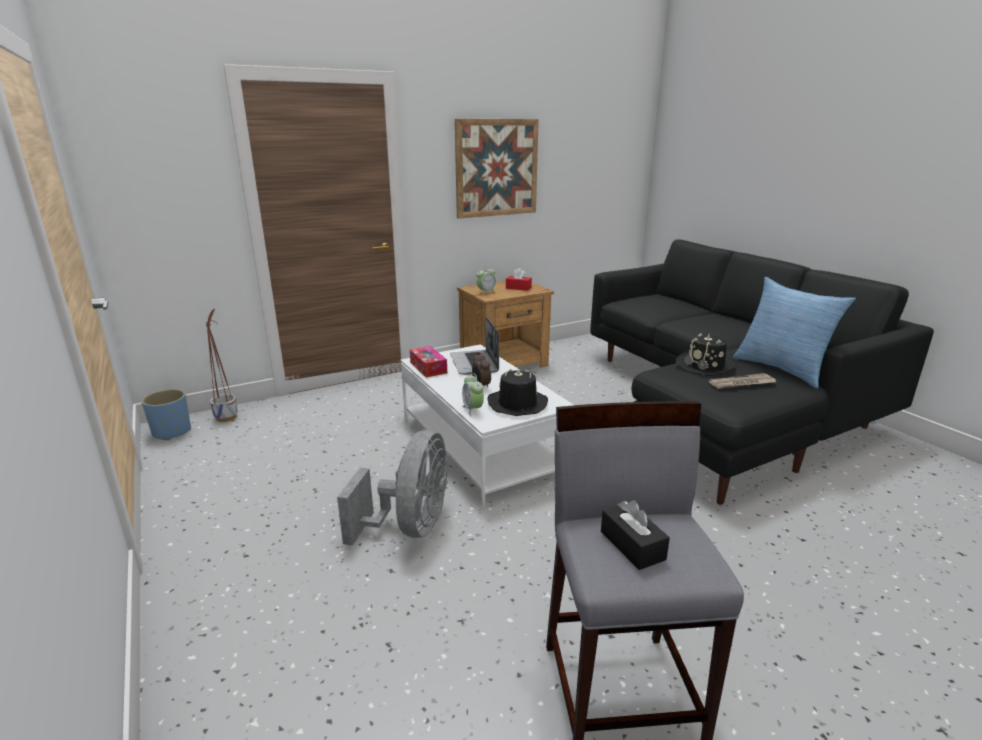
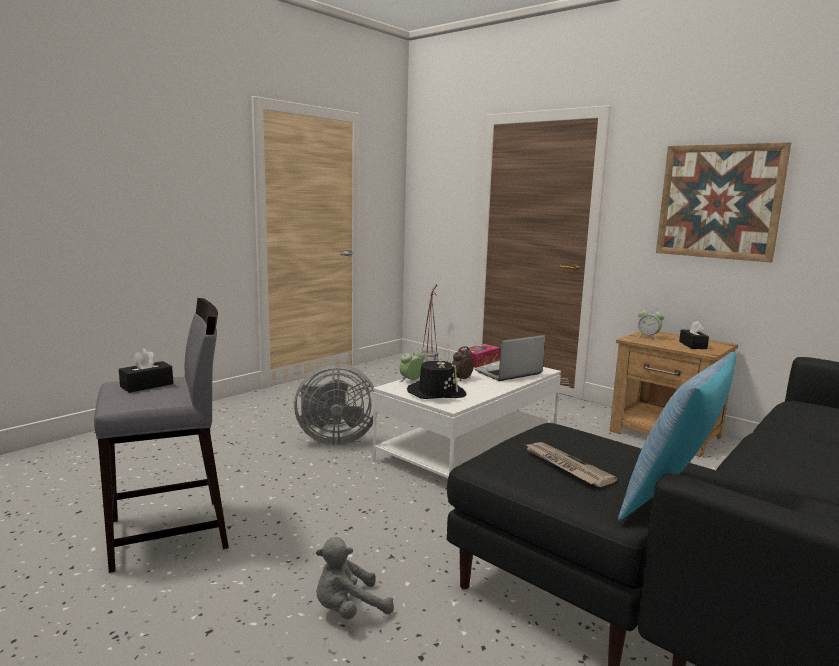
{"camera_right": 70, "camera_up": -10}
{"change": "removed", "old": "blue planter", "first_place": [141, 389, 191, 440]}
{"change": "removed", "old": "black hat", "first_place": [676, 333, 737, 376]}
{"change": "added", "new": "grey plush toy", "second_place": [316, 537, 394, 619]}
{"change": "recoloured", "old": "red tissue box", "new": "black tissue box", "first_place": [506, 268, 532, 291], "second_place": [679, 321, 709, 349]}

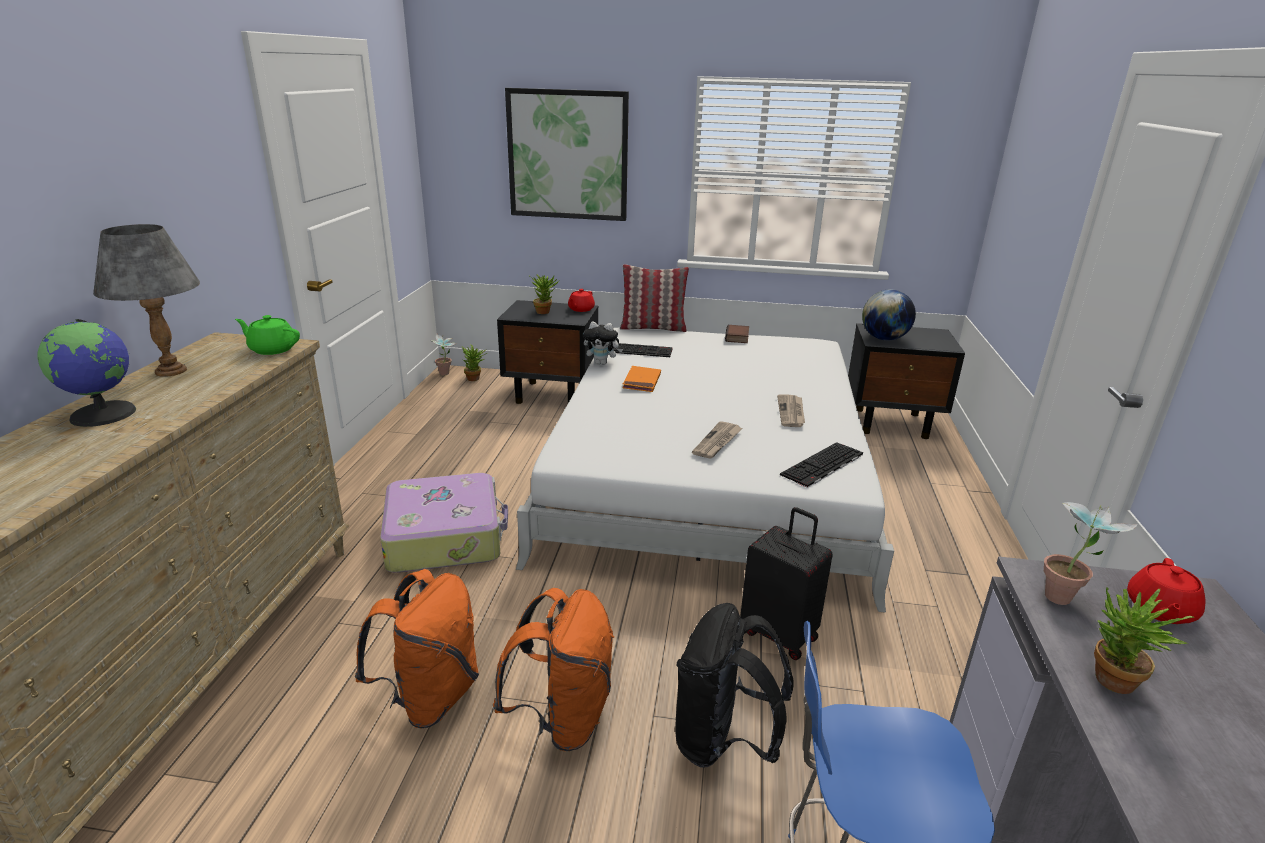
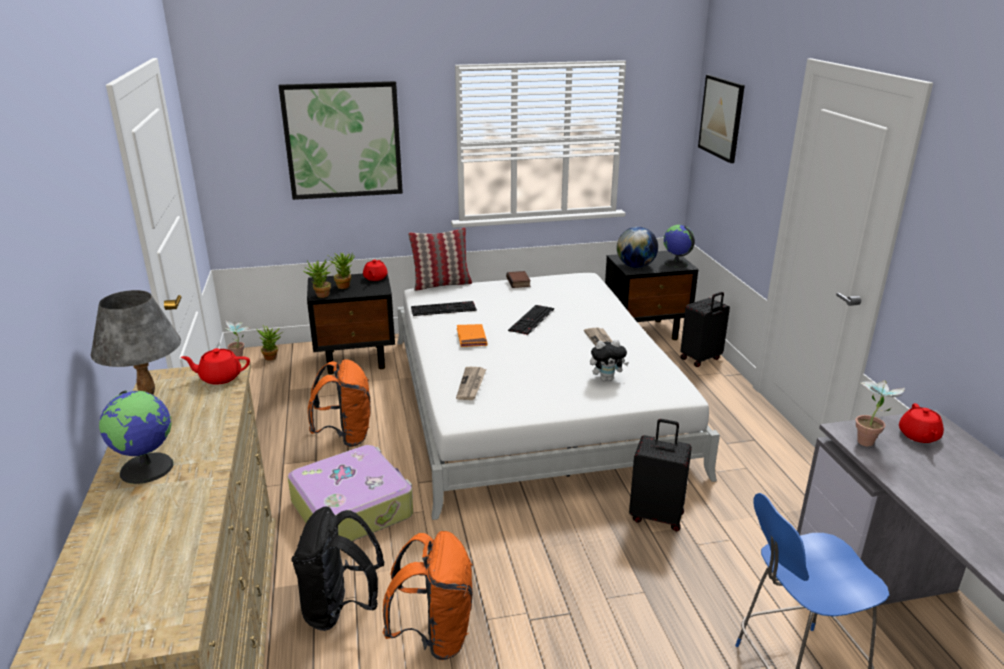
{"camera_right": -20, "camera_up": 0}
{"change": "added", "new": "globe", "second_place": [663, 225, 695, 268]}
{"change": "added", "new": "black suitcase", "second_place": [680, 292, 730, 367]}
{"change": "added", "new": "picture", "second_place": [698, 75, 745, 163]}
{"change": "moved", "old": "orange backpack", "first_place": [493, 588, 614, 751], "second_place": [308, 359, 370, 447]}
{"change": "moved", "old": "plush toy", "first_place": [583, 321, 623, 365], "second_place": [590, 339, 629, 381]}
{"change": "moved", "old": "black backpack", "first_place": [675, 603, 794, 768], "second_place": [292, 506, 385, 631]}
{"change": "moved", "old": "newspaper", "first_place": [692, 421, 742, 459], "second_place": [456, 367, 486, 400]}
{"change": "moved", "old": "keyboard", "first_place": [780, 442, 863, 488], "second_place": [508, 305, 554, 335]}
{"change": "moved", "old": "potted plant", "first_place": [1094, 587, 1194, 694], "second_place": [304, 259, 332, 298]}
{"change": "recoloured", "old": "green teapot", "new": "red teapot", "first_place": [235, 315, 300, 355], "second_place": [181, 348, 250, 385]}

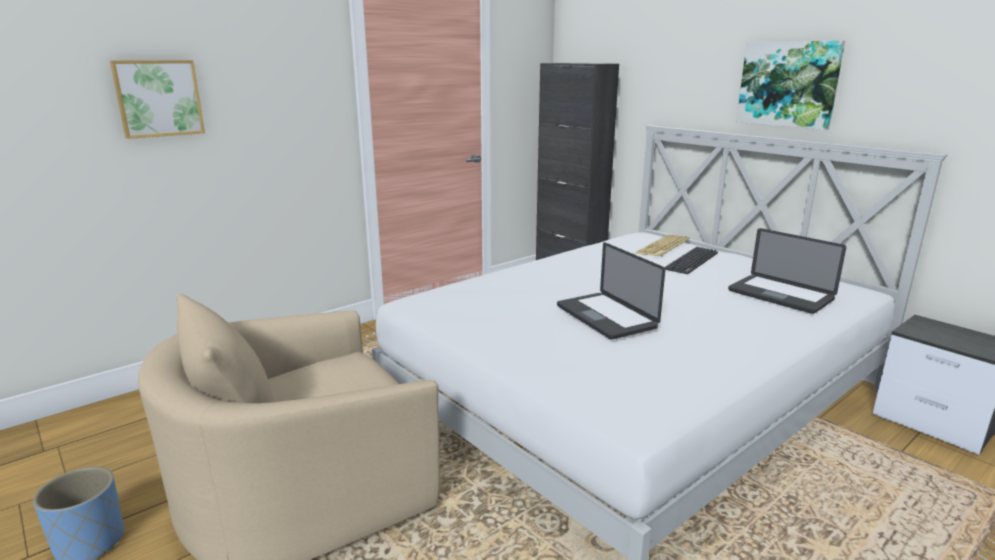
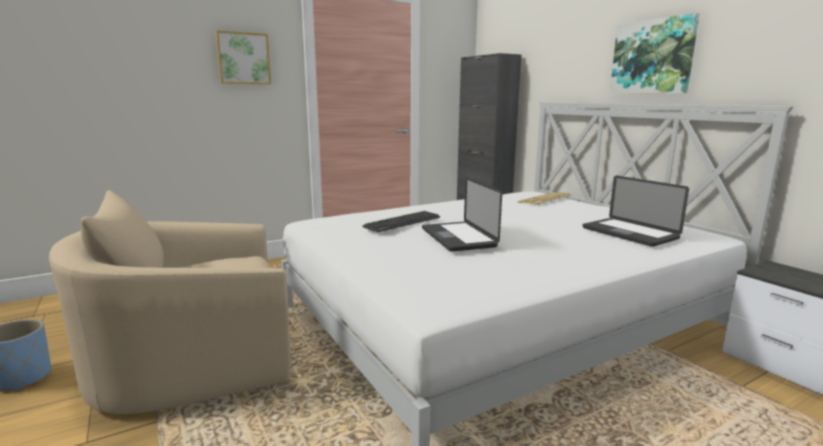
{"camera_right": 10, "camera_up": -5}
{"change": "moved", "old": "picture", "first_place": [110, 60, 205, 139], "second_place": [215, 30, 271, 84]}
{"change": "moved", "old": "keyboard", "first_place": [664, 247, 718, 274], "second_place": [362, 211, 440, 232]}

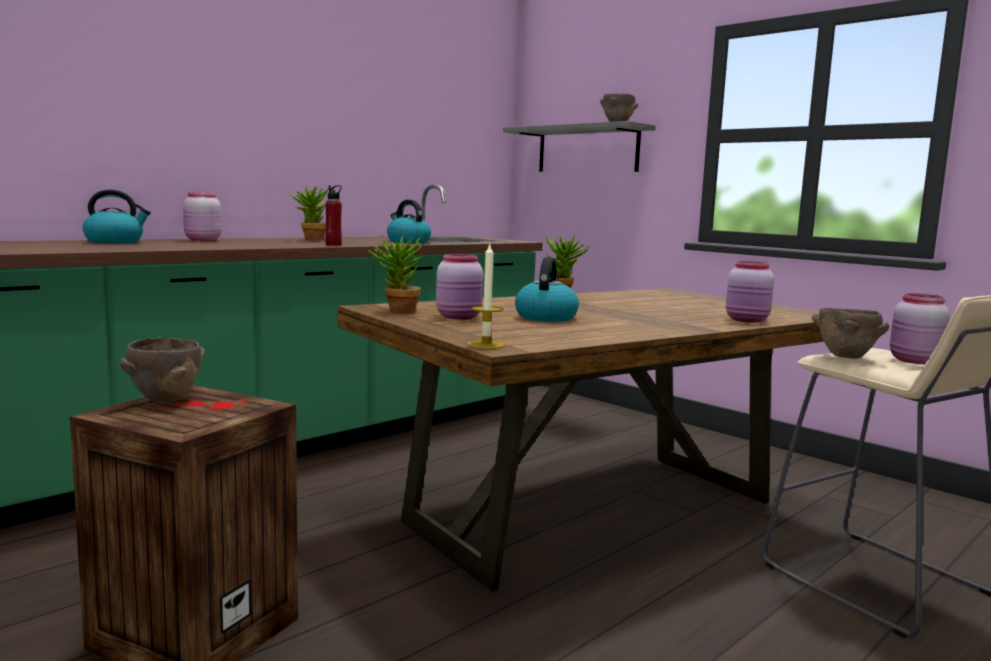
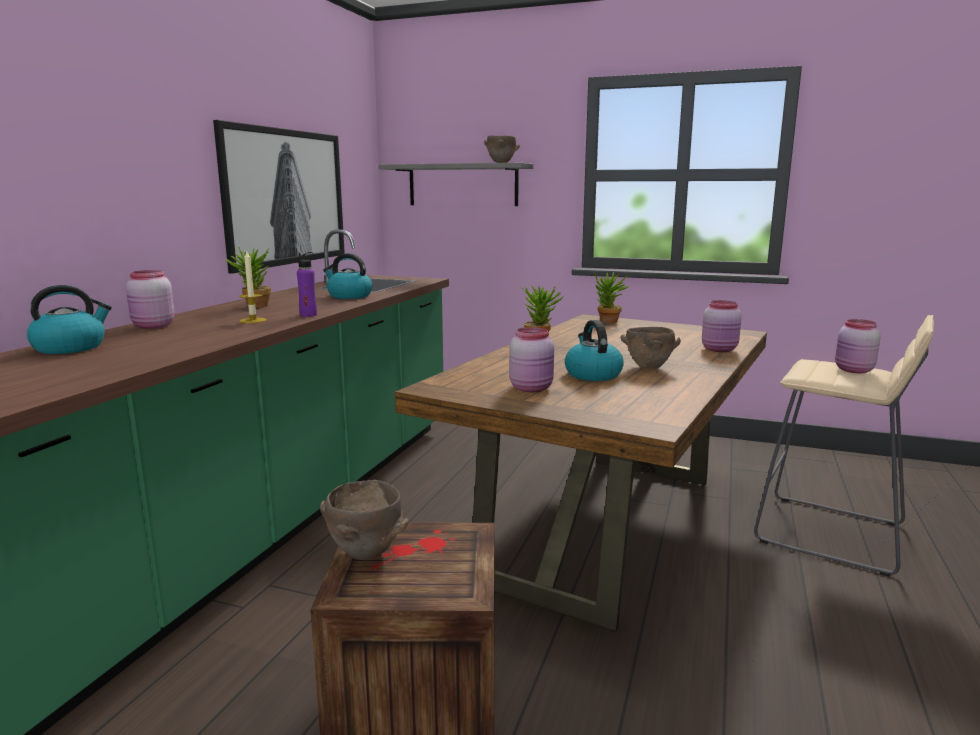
{"camera_right": -25, "camera_up": 5}
{"change": "added", "new": "picture", "second_place": [213, 120, 345, 274]}
{"change": "moved", "old": "potted plant", "first_place": [368, 235, 428, 313], "second_place": [595, 272, 629, 324]}
{"change": "moved", "old": "candle", "first_place": [467, 243, 505, 349], "second_place": [239, 251, 267, 323]}
{"change": "moved", "old": "brown bowl", "first_place": [812, 308, 889, 359], "second_place": [621, 327, 681, 369]}
{"change": "recoloured", "old": "red bottle", "new": "purple bottle", "first_place": [325, 185, 342, 246], "second_place": [297, 252, 317, 317]}

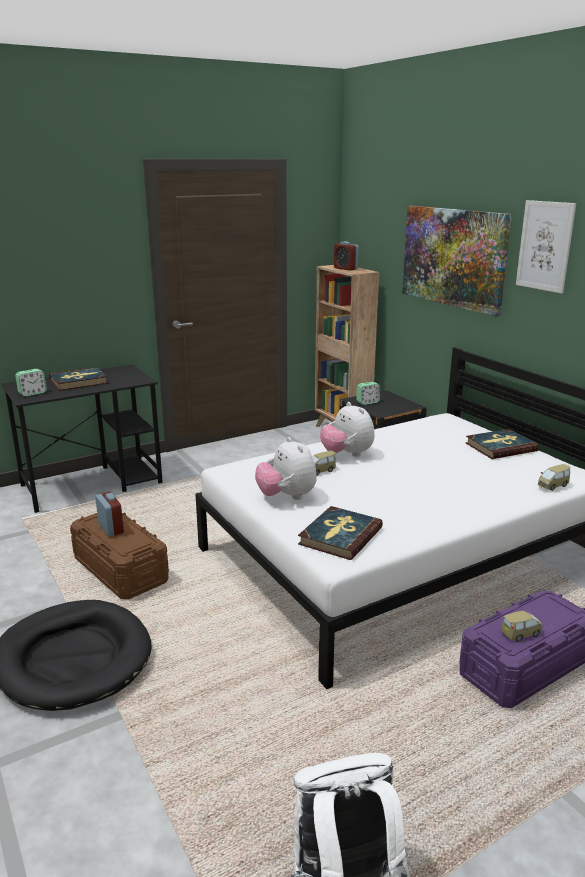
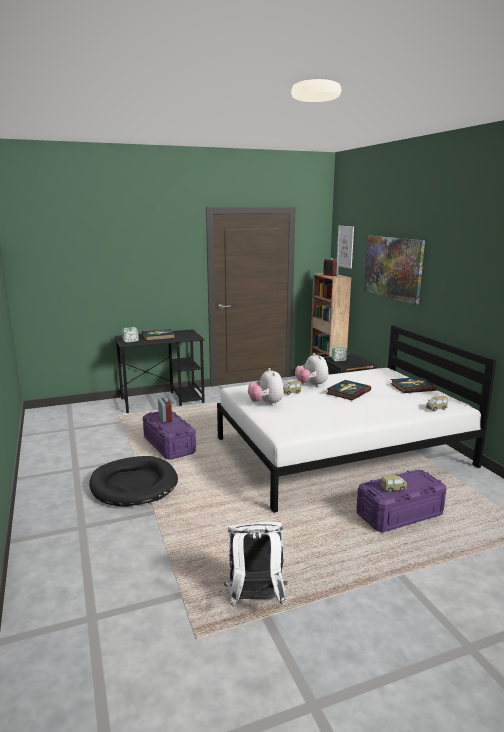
{"camera_right": 10, "camera_up": -5}
{"change": "moved", "old": "book", "first_place": [298, 506, 383, 560], "second_place": [326, 380, 371, 400]}
{"change": "moved", "old": "picture", "first_place": [516, 200, 576, 294], "second_place": [337, 226, 354, 269]}
{"change": "recoloured", "old": "brown storage box", "new": "purple storage box", "first_place": [70, 513, 169, 599], "second_place": [143, 411, 196, 460]}

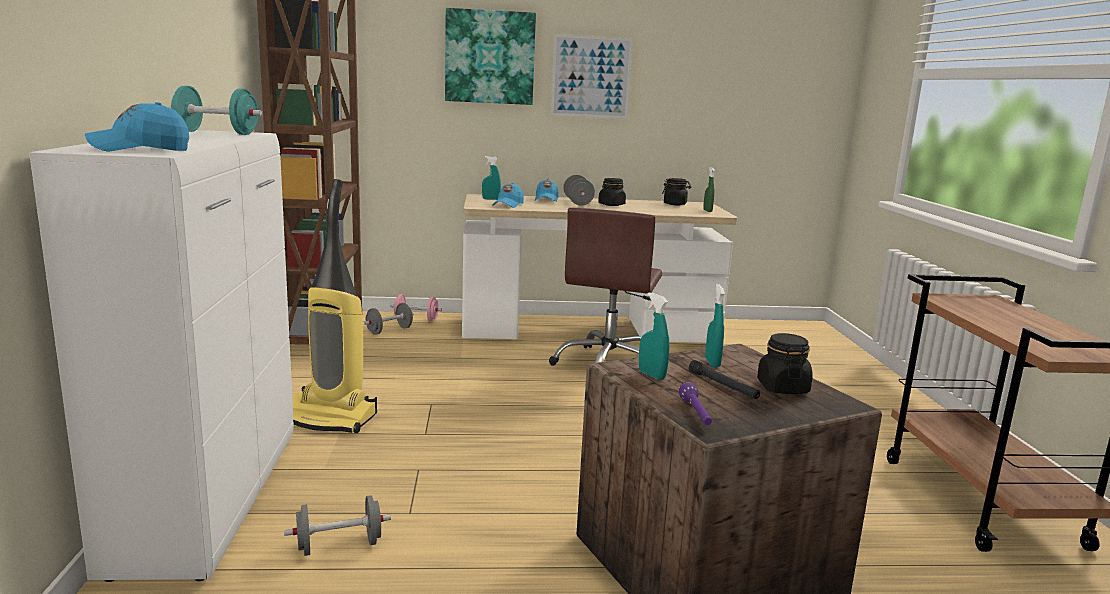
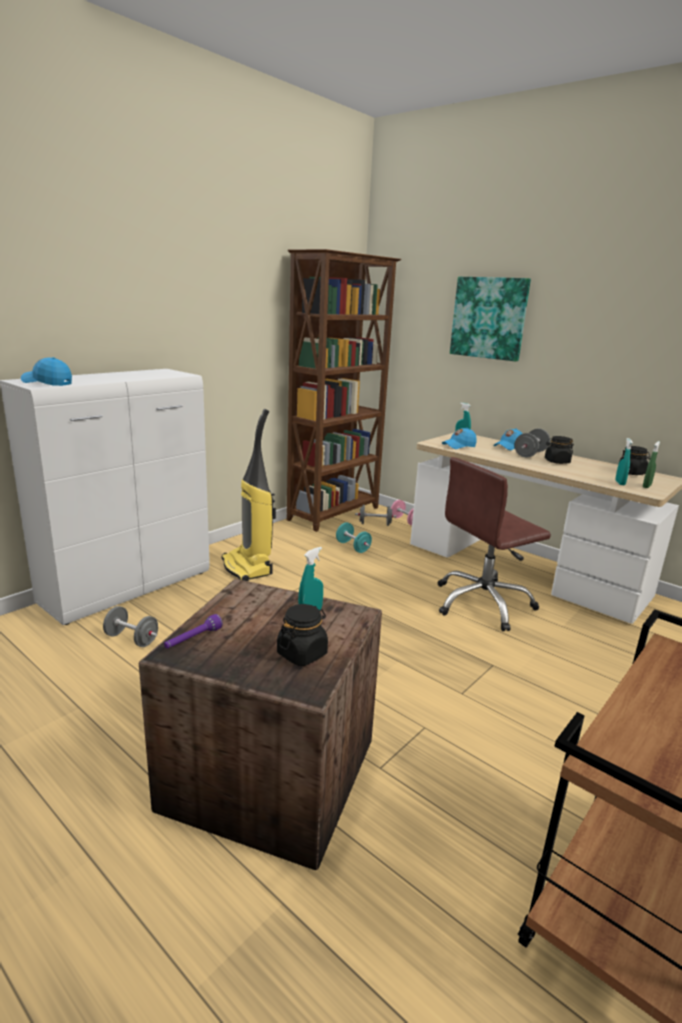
{"camera_right": 45, "camera_up": 5}
{"change": "removed", "old": "picture", "first_place": [551, 34, 633, 119]}
{"change": "removed", "old": "black flashlight", "first_place": [689, 360, 760, 399]}
{"change": "moved", "old": "turquoise dumbbell", "first_place": [169, 86, 262, 135], "second_place": [336, 522, 372, 553]}
{"change": "moved", "old": "turquoise spray bottle", "first_place": [639, 292, 669, 380], "second_place": [615, 438, 633, 485]}

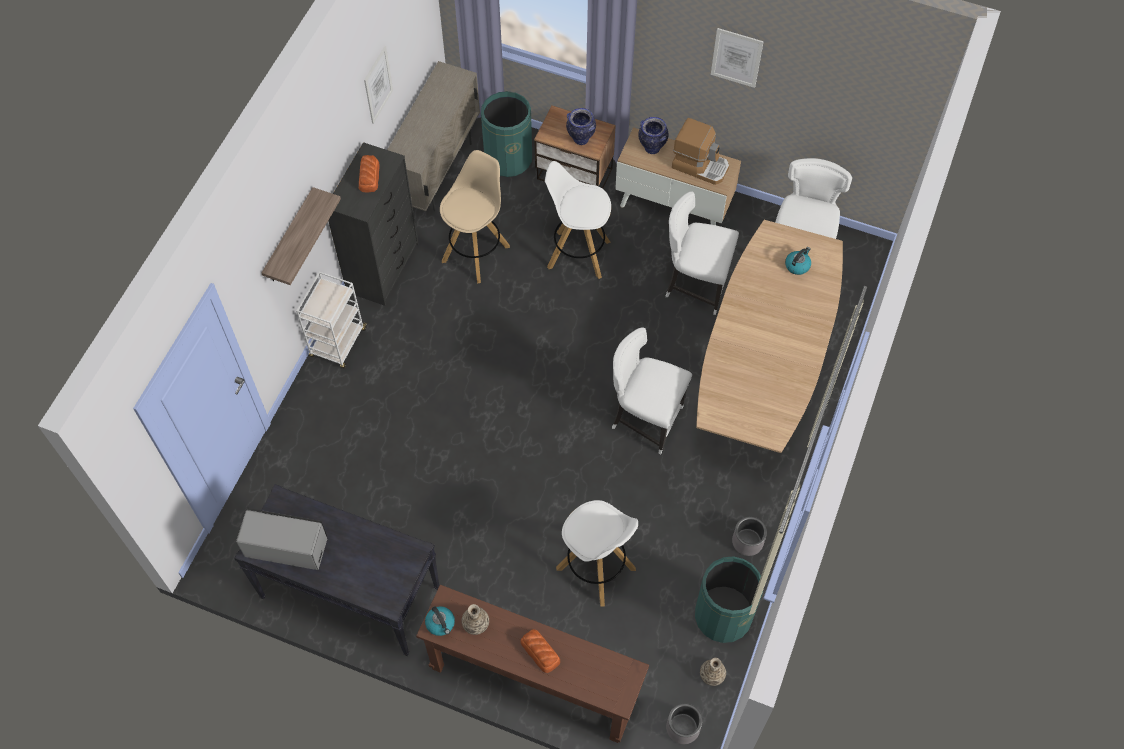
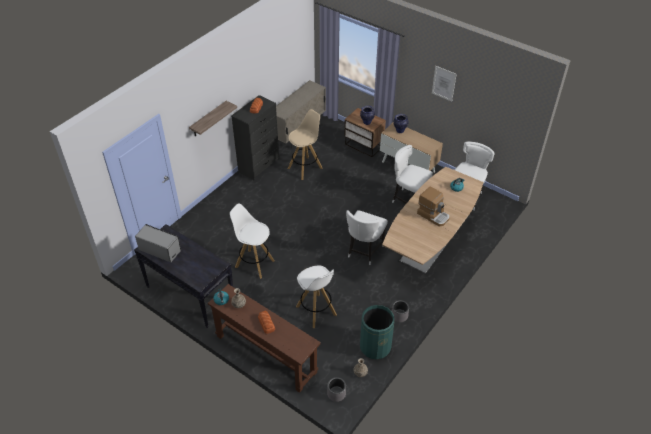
{"camera_right": 15, "camera_up": -15}
{"change": "removed", "old": "white cart", "first_place": [296, 272, 368, 368]}
{"change": "removed", "old": "picture", "first_place": [364, 46, 393, 124]}
{"change": "removed", "old": "green trash can", "first_place": [481, 91, 532, 177]}
{"change": "moved", "old": "white stool", "first_place": [545, 161, 611, 279], "second_place": [230, 204, 275, 279]}
{"change": "moved", "old": "coffee machine", "first_place": [672, 118, 729, 185], "second_place": [417, 187, 449, 227]}
{"change": "turned", "old": "white chair", "first_place": [612, 328, 692, 455], "second_place": [346, 210, 388, 265], "degrees": -105}

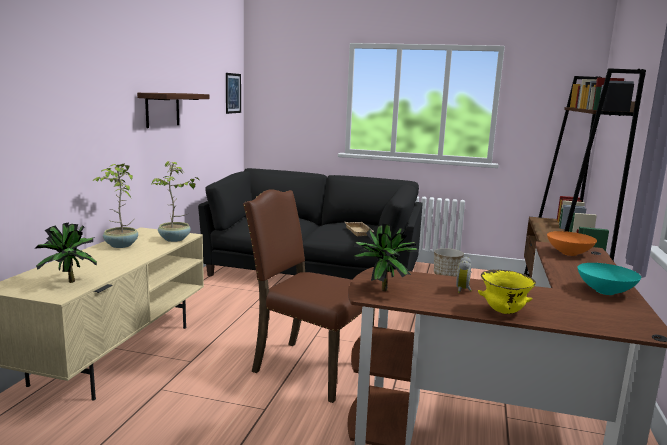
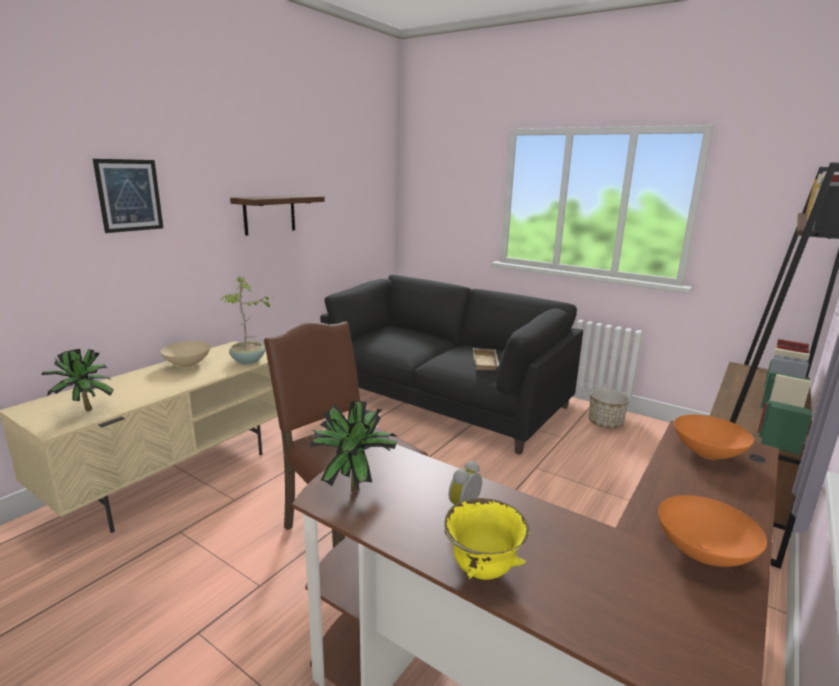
{"camera_right": 20, "camera_up": 5}
{"change": "moved", "old": "picture", "first_place": [226, 73, 241, 114], "second_place": [93, 159, 163, 233]}
{"change": "replaced", "old": "potted plant", "new": "beige bowl", "first_place": [93, 163, 138, 248], "second_place": [160, 341, 210, 367]}
{"change": "recoloured", "old": "turquoise bowl", "new": "orange bowl", "first_place": [578, 263, 641, 295], "second_place": [658, 495, 767, 567]}

